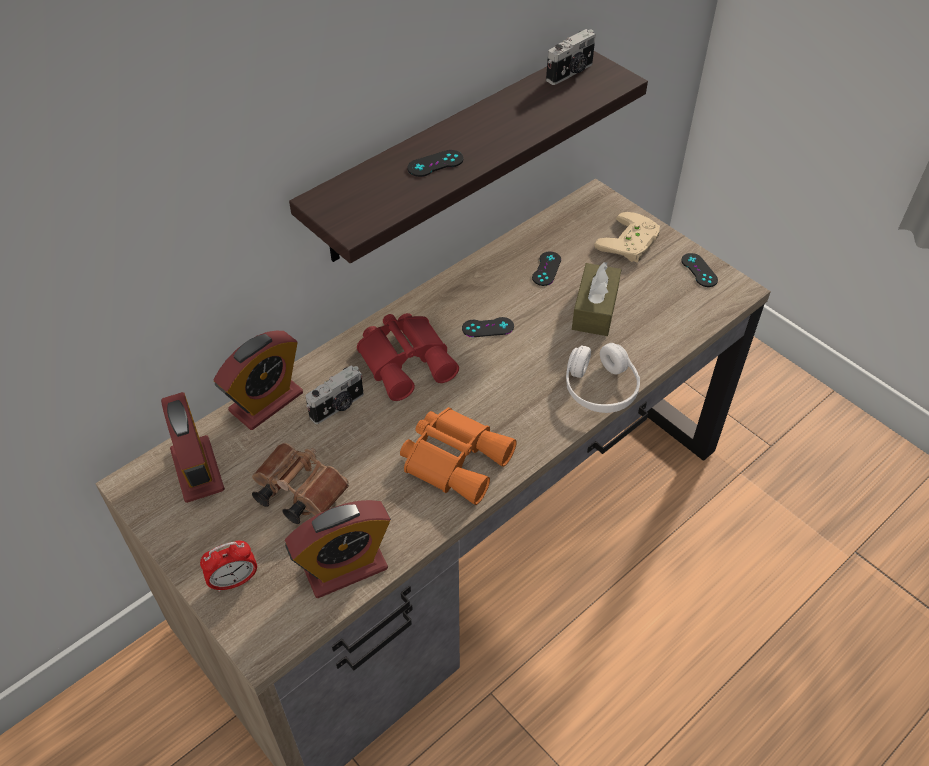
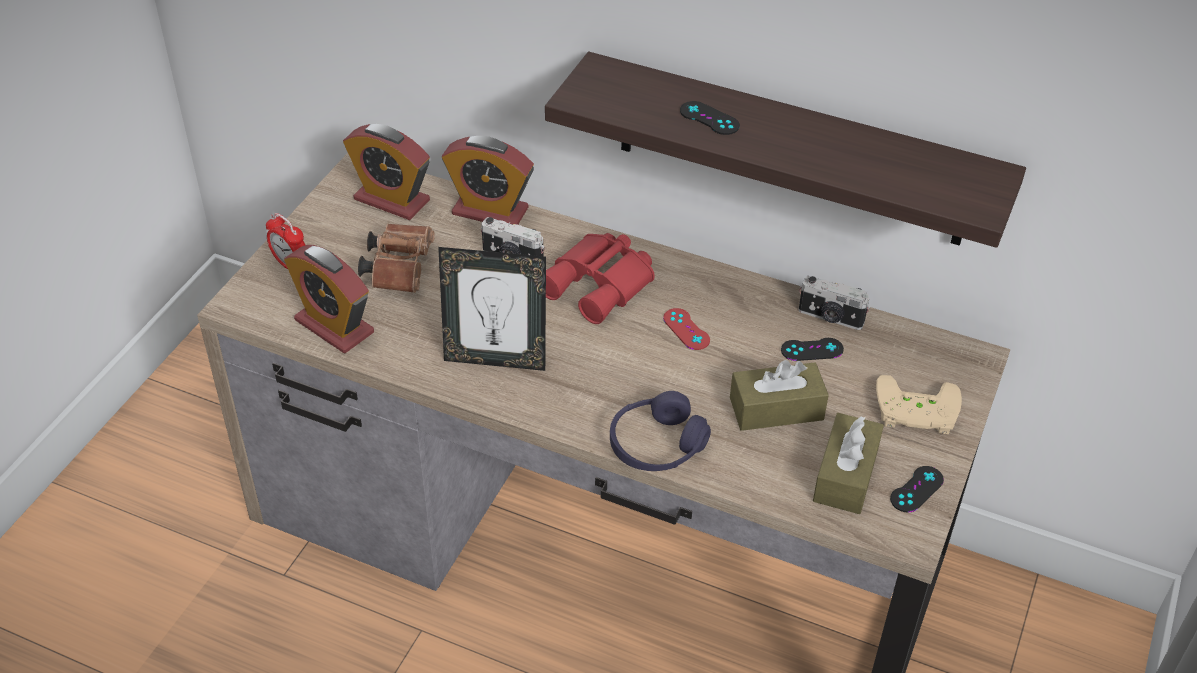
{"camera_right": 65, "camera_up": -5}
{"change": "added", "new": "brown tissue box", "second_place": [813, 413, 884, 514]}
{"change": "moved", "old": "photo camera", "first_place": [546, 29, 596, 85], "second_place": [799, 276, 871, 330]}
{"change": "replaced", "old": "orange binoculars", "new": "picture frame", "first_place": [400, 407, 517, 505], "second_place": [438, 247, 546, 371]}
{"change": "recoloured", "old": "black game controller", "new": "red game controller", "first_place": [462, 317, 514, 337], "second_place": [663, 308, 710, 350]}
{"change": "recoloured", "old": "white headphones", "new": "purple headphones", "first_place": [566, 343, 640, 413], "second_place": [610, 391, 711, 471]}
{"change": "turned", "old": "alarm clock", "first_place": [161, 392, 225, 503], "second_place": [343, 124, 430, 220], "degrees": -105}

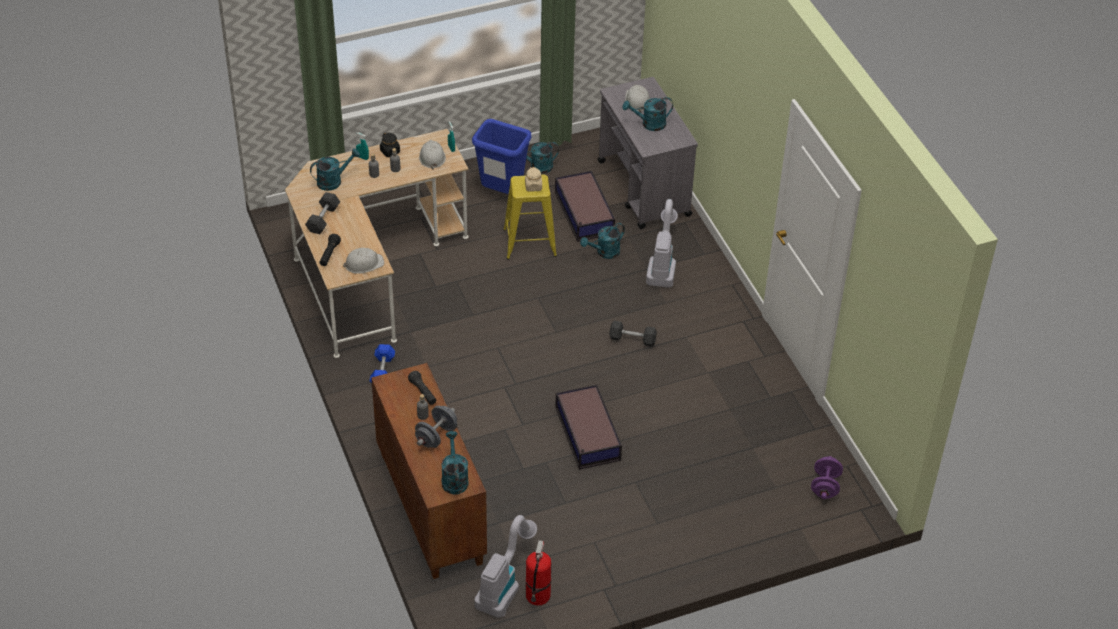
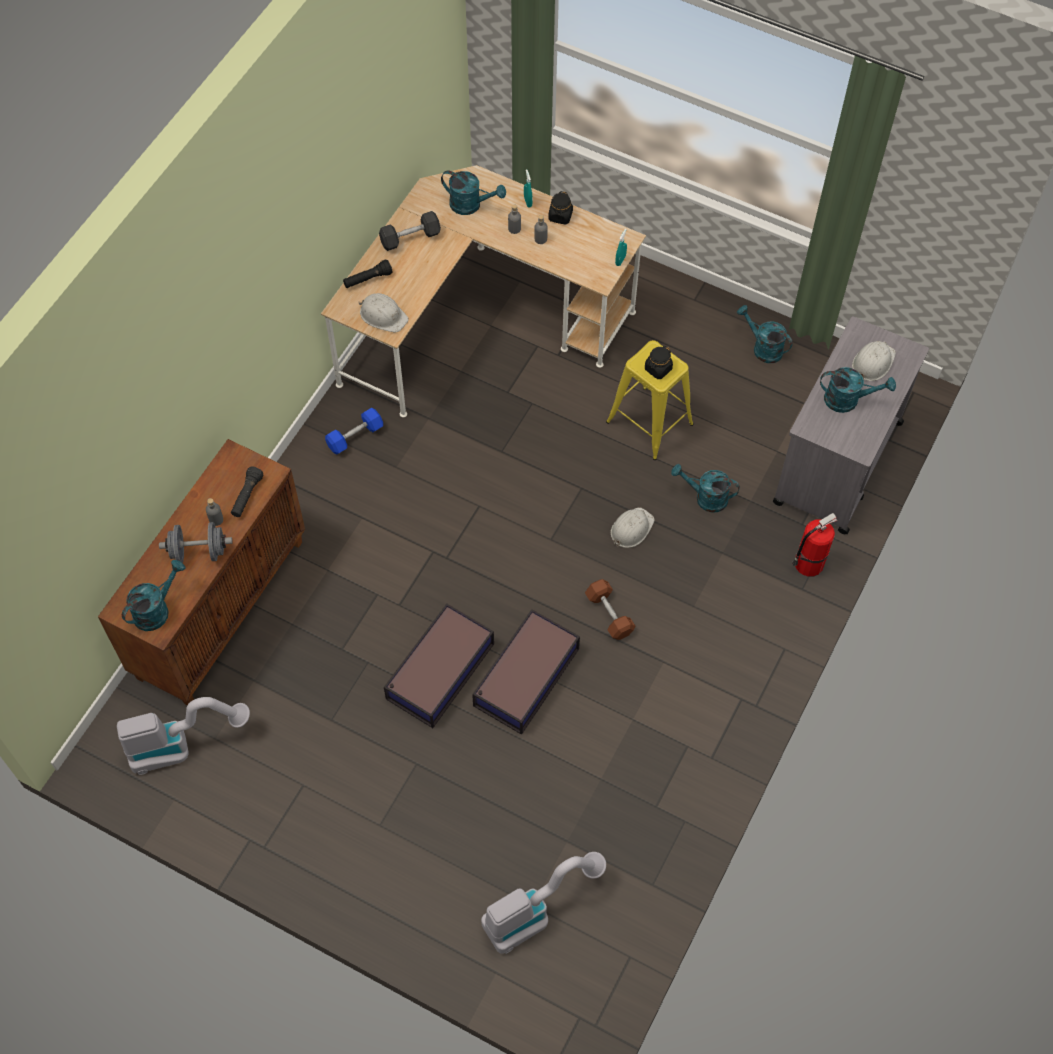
{"camera_right": 50, "camera_up": 15}
{"change": "removed", "old": "blue trash can", "first_place": [472, 119, 532, 194]}
{"change": "removed", "old": "purple dumbbell", "first_place": [811, 456, 843, 499]}
{"change": "moved", "old": "white hard hat", "first_place": [419, 140, 446, 170], "second_place": [611, 507, 655, 548]}
{"change": "moved", "old": "fire extinguisher", "first_place": [526, 540, 551, 605], "second_place": [792, 513, 838, 577]}
{"change": "moved", "old": "storage box", "first_place": [555, 171, 615, 242], "second_place": [472, 609, 580, 735]}
{"change": "moved", "old": "vacuum cleaner", "first_place": [646, 199, 678, 288], "second_place": [481, 852, 606, 954]}
{"change": "recoloured", "old": "beige jar", "new": "black jar", "first_place": [525, 167, 542, 191], "second_place": [645, 346, 673, 379]}
{"change": "recoloured", "old": "grey dumbbell", "new": "brown dumbbell", "first_place": [609, 321, 657, 347], "second_place": [585, 579, 636, 640]}
{"change": "turned", "old": "turquoise watering can", "first_place": [623, 97, 673, 131], "second_place": [820, 367, 896, 413], "degrees": 150}

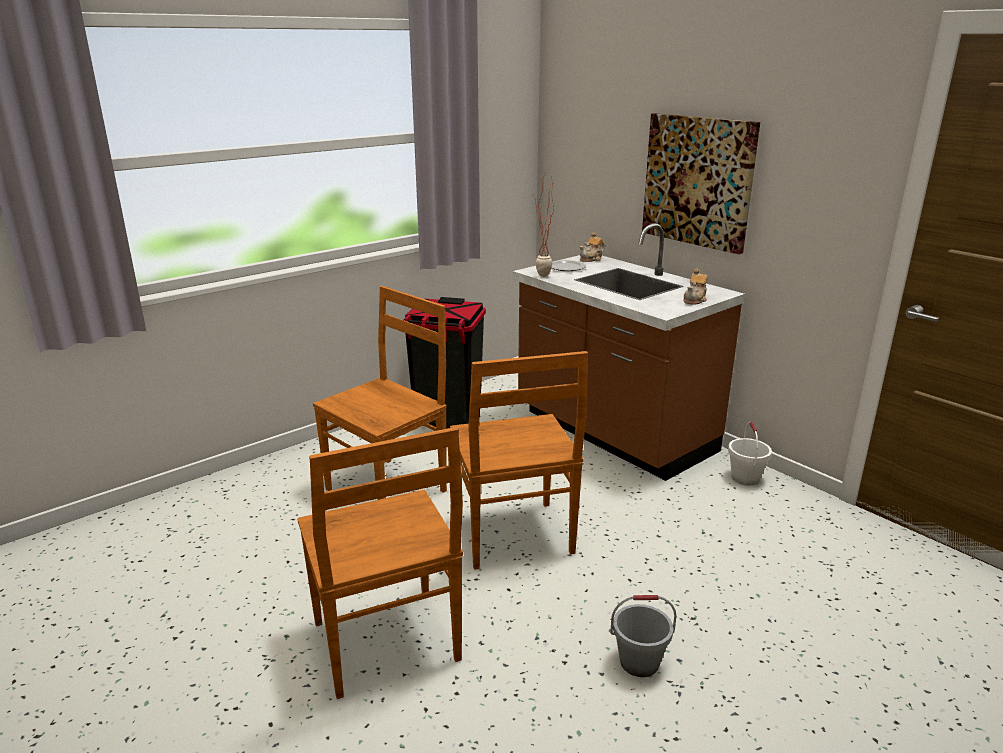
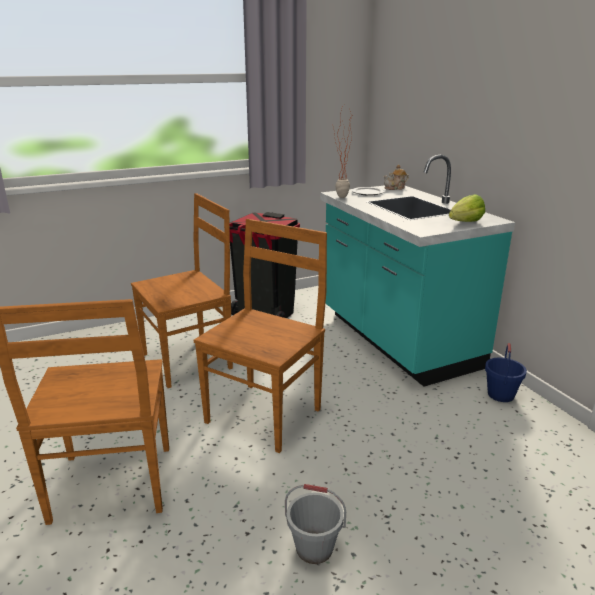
{"camera_right": 15, "camera_up": 0}
{"change": "removed", "old": "picture", "first_place": [642, 113, 760, 255]}
{"change": "replaced", "old": "teapot", "new": "lettuce", "first_place": [683, 268, 708, 305], "second_place": [449, 194, 485, 222]}
{"change": "recoloured", "old": "brown counter", "new": "turquoise counter", "first_place": [513, 223, 745, 481], "second_place": [320, 155, 515, 387]}
{"change": "recoloured", "old": "white bucket", "new": "blue bucket", "first_place": [728, 422, 772, 485], "second_place": [485, 343, 527, 402]}
{"change": "turned", "old": "brown chair", "first_place": [450, 351, 588, 570], "second_place": [194, 219, 327, 453], "degrees": -150}

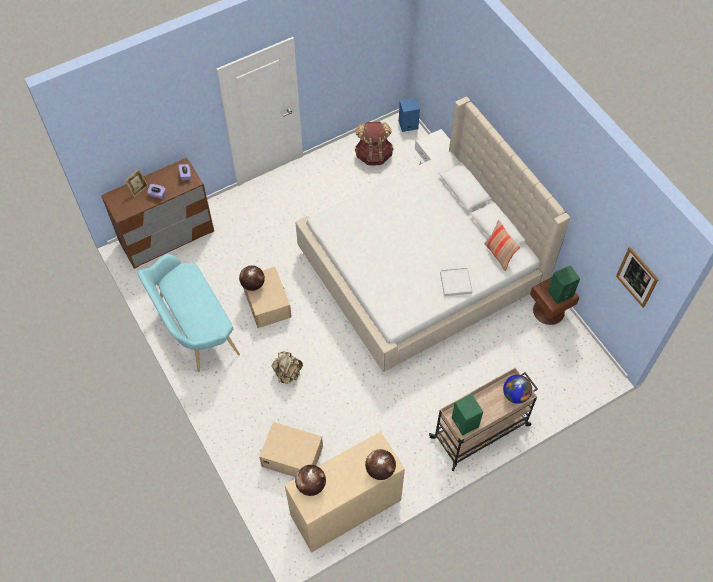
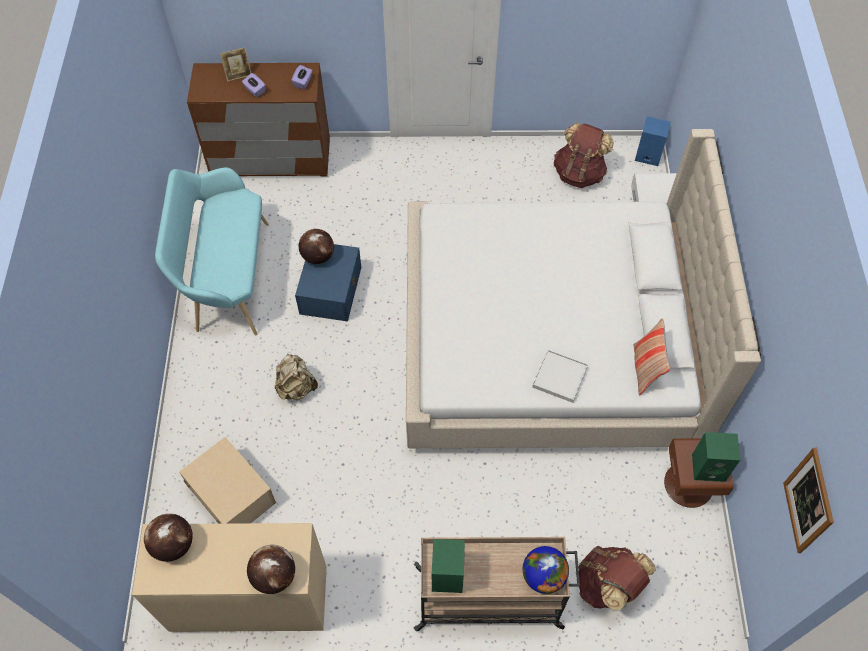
{"camera_right": 30, "camera_up": 0}
{"change": "added", "new": "brown backpack", "second_place": [578, 546, 656, 610]}
{"change": "recoloured", "old": "beige storage box", "new": "blue storage box", "first_place": [244, 267, 292, 328], "second_place": [295, 244, 361, 321]}

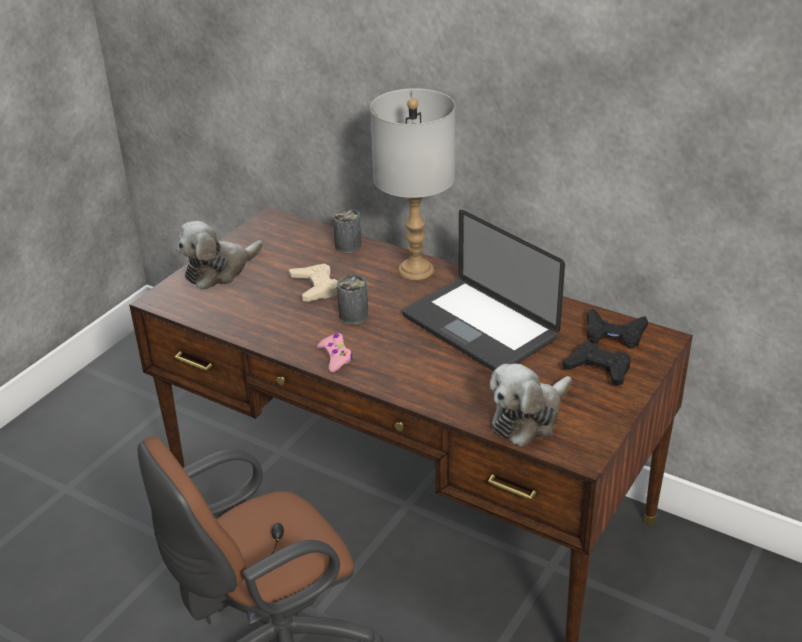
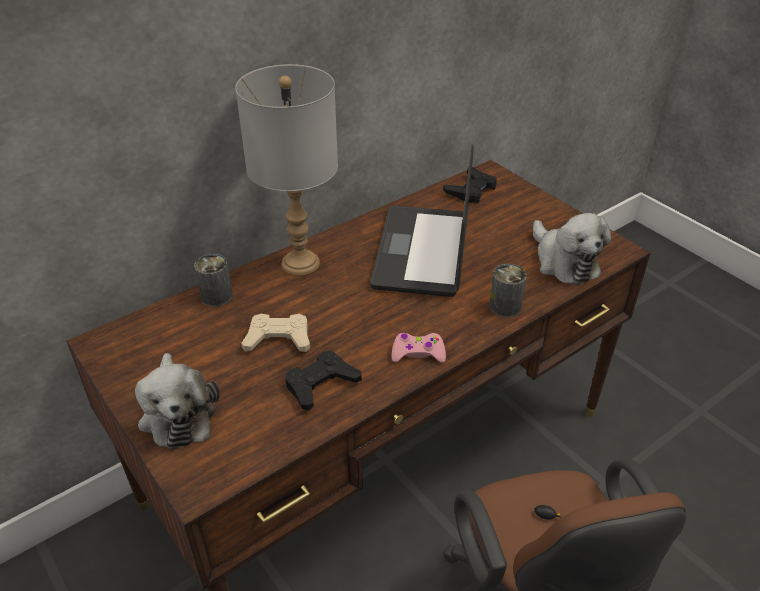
{"camera_right": -70, "camera_up": 5}
{"change": "moved", "old": "can", "first_place": [337, 275, 368, 324], "second_place": [489, 264, 527, 318]}
{"change": "moved", "old": "black game controller", "first_place": [563, 342, 631, 386], "second_place": [285, 351, 362, 411]}
{"change": "turned", "old": "laptop", "first_place": [402, 210, 565, 371], "second_place": [370, 144, 474, 297], "degrees": 120}

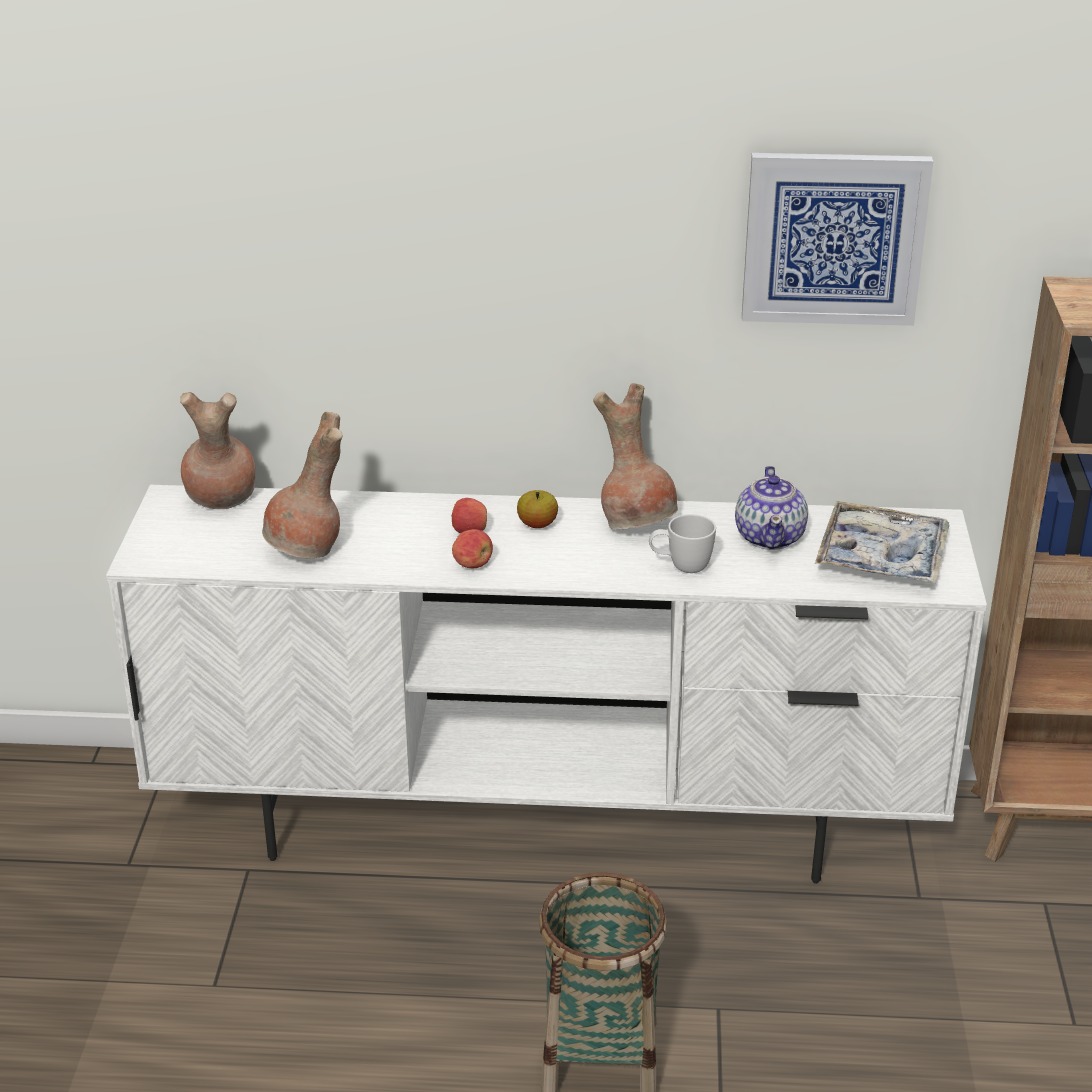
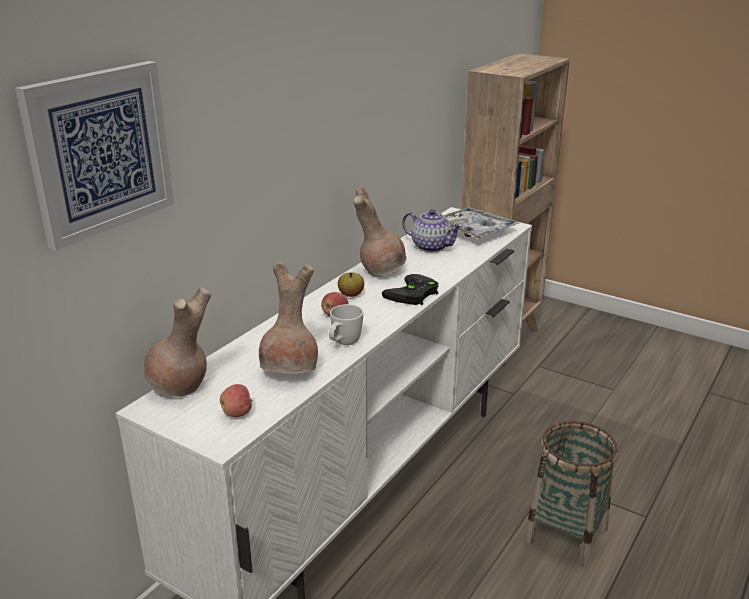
{"camera_right": -60, "camera_up": -5}
{"change": "added", "new": "black game controller", "second_place": [382, 274, 439, 305]}
{"change": "moved", "old": "apple", "first_place": [452, 529, 493, 568], "second_place": [220, 384, 253, 417]}
{"change": "moved", "old": "white mug", "first_place": [649, 514, 716, 573], "second_place": [329, 304, 363, 345]}
{"change": "moved", "old": "picture", "first_place": [742, 153, 933, 326], "second_place": [15, 61, 174, 250]}

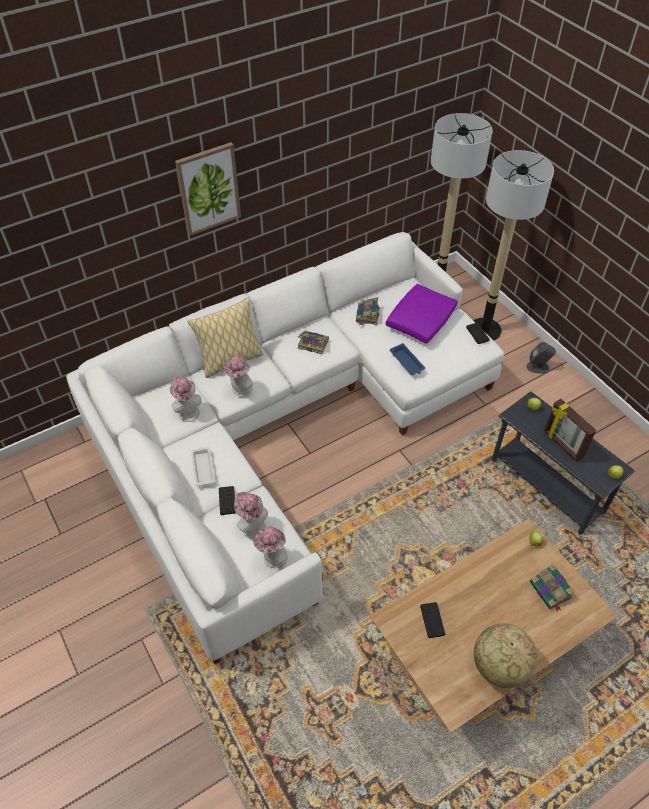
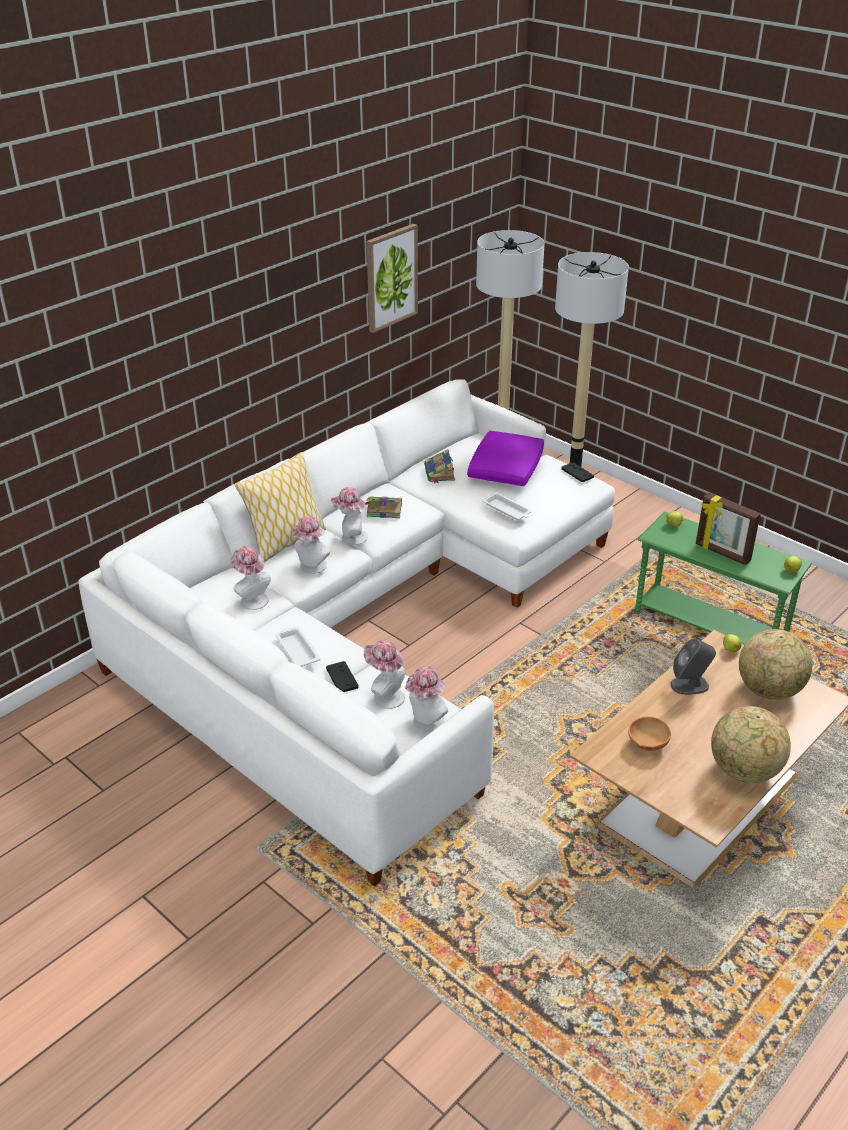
{"camera_right": -15, "camera_up": -15}
{"change": "added", "new": "hat", "second_place": [331, 487, 368, 545]}
{"change": "moved", "old": "picture", "first_place": [175, 142, 241, 236], "second_place": [367, 224, 418, 333]}
{"change": "moved", "old": "grey speaker", "first_place": [527, 342, 556, 373], "second_place": [670, 638, 716, 695]}
{"change": "replaced", "old": "black game controller", "new": "brown bowl", "first_place": [420, 602, 445, 638], "second_place": [628, 717, 671, 751]}
{"change": "replaced", "old": "book", "new": "globe", "first_place": [530, 564, 574, 612], "second_place": [739, 629, 812, 700]}
{"change": "recoloured", "old": "blue tray", "new": "white tray", "first_place": [390, 343, 425, 375], "second_place": [482, 492, 532, 520]}
{"change": "recoloured", "old": "grey side table", "new": "green side table", "first_place": [492, 392, 635, 535], "second_place": [635, 512, 812, 645]}

